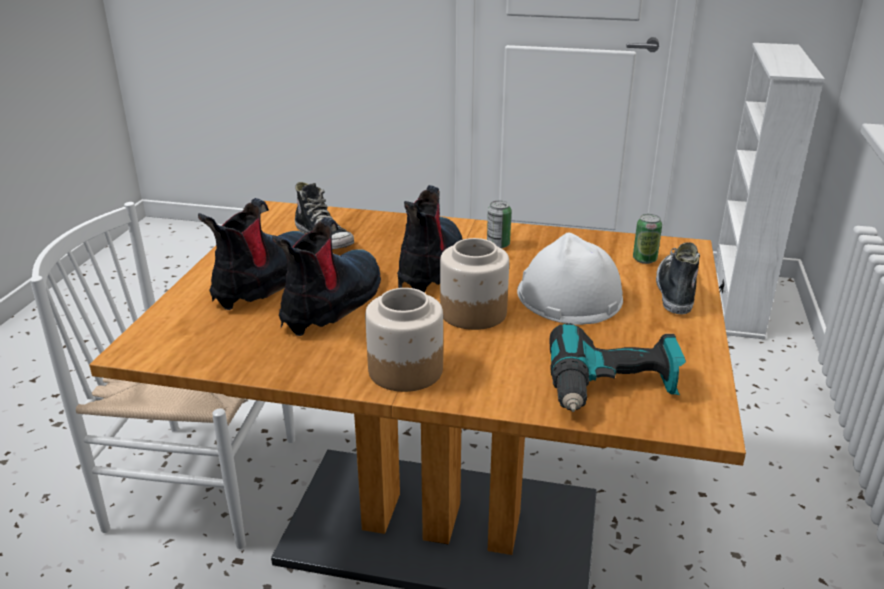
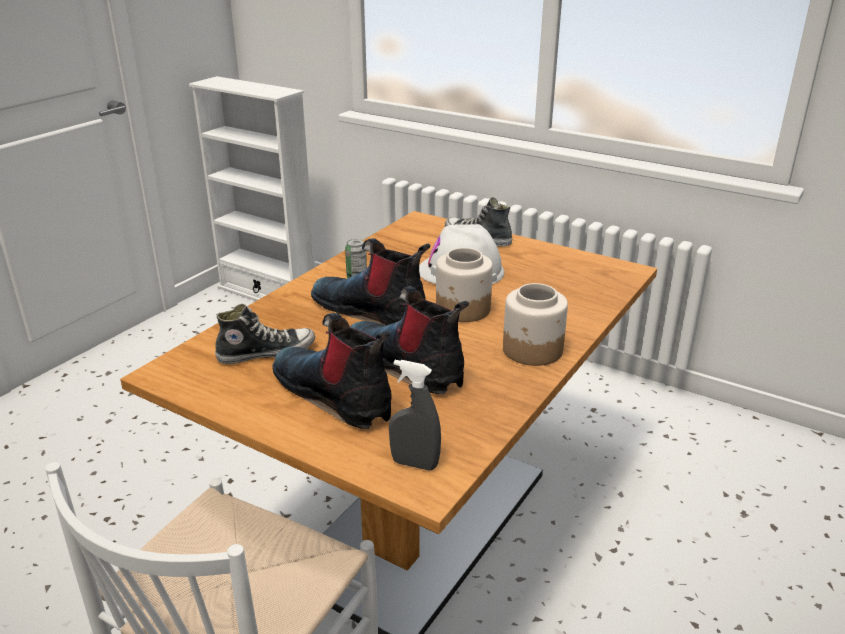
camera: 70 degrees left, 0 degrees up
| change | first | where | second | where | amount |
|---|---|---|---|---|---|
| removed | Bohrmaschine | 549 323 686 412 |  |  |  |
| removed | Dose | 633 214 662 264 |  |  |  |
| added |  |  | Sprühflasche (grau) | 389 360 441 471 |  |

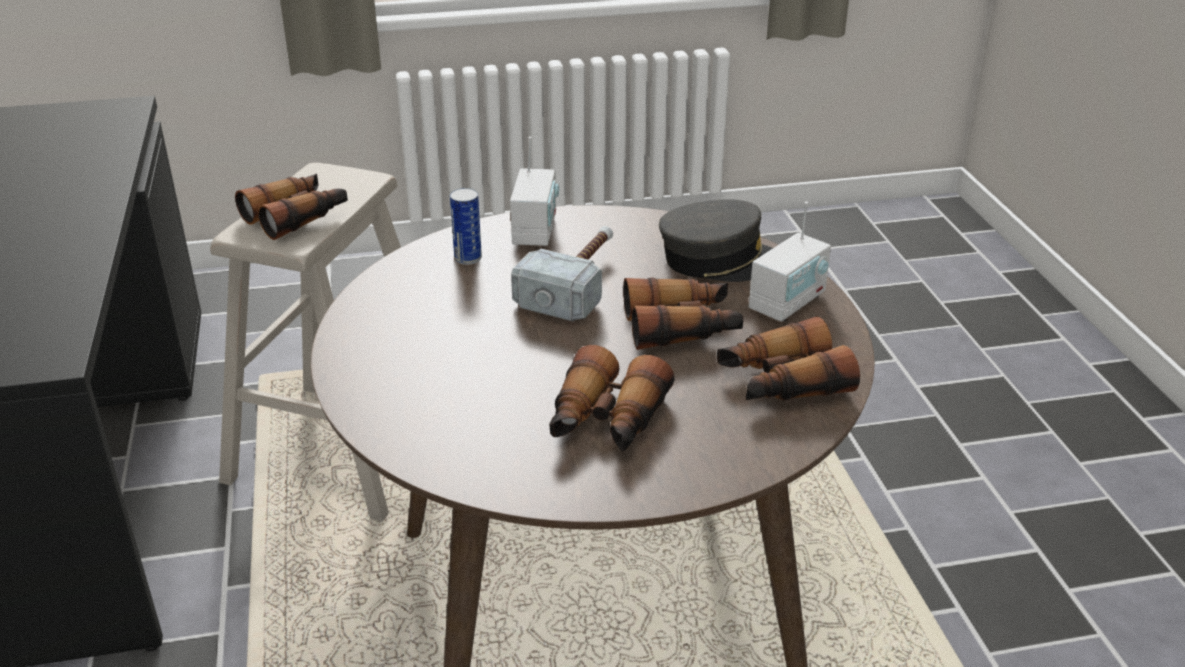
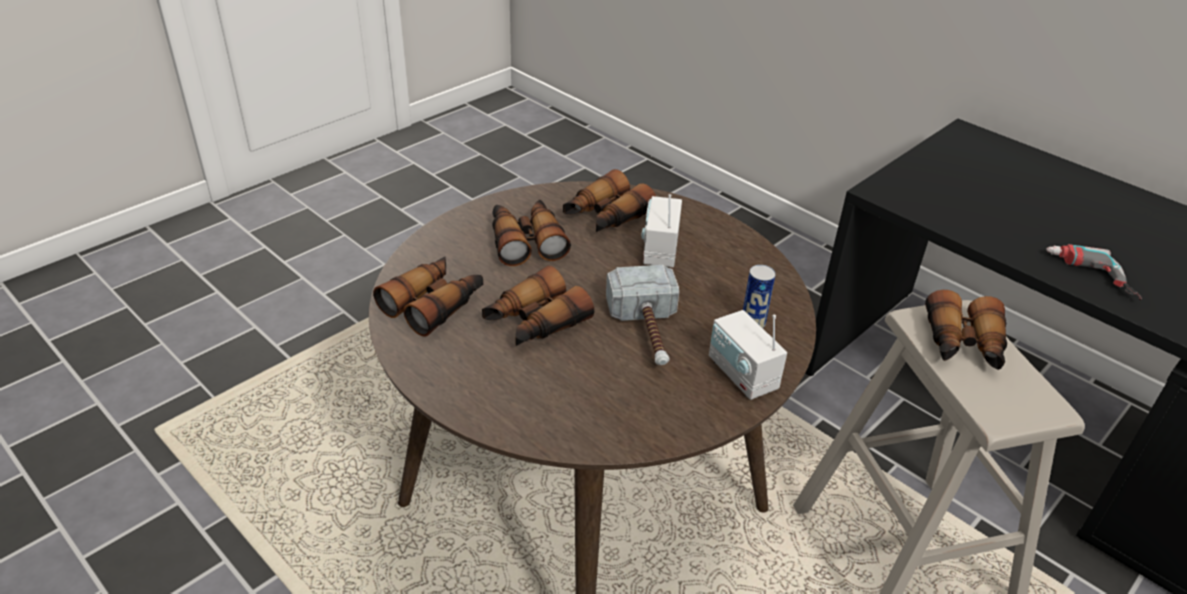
camera: 145 degrees right, 5 degrees up
| change | first | where | second | where | amount |
|---|---|---|---|---|---|
| removed | Kappe (grau) | 659 199 773 282 |  |  |  |
| added |  |  | Fernglas | 563 169 656 232 |  |
| added |  |  | Bohrmaschine | 1046 244 1142 300 |  |
| moved | Radio | 749 202 831 322 |  | 641 194 682 267 |  |

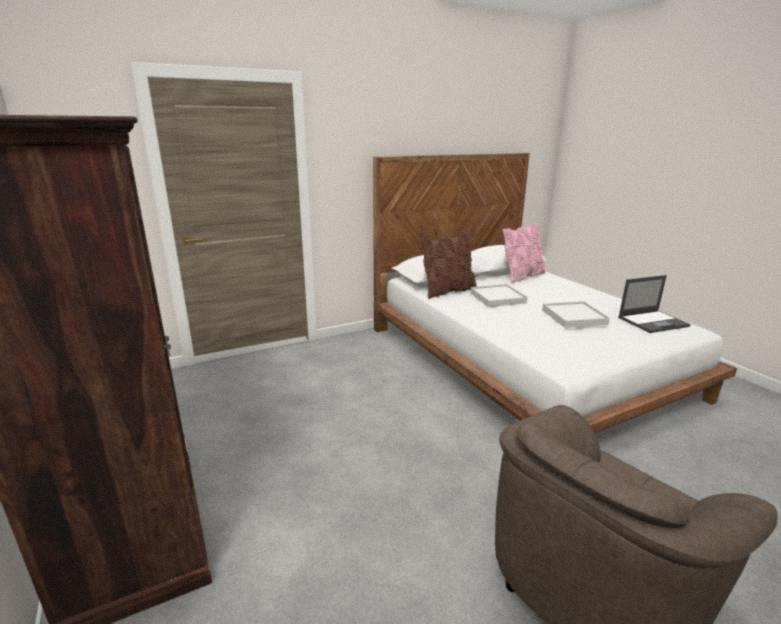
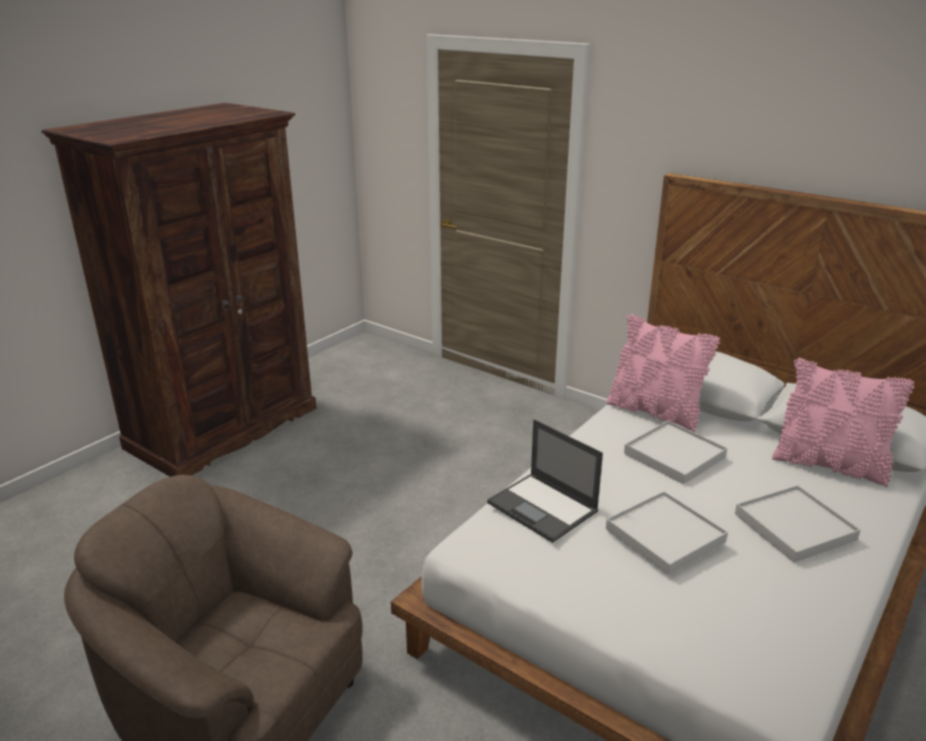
camera: 65 degrees right, 5 degrees up
| change | first | where | second | where | amount |
|---|---|---|---|---|---|
| added |  |  | Tablett (weiß) | 735 485 860 563 |  |
| moved | Laptop | 618 275 691 333 |  | 487 419 603 543 |  |
| recoloured | Kissen (braun) | 420 233 477 299 | Kissen (rosa) | 606 314 720 432 |  |

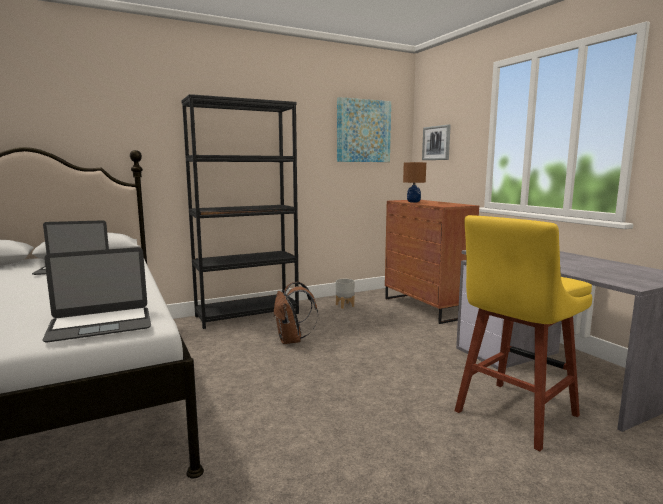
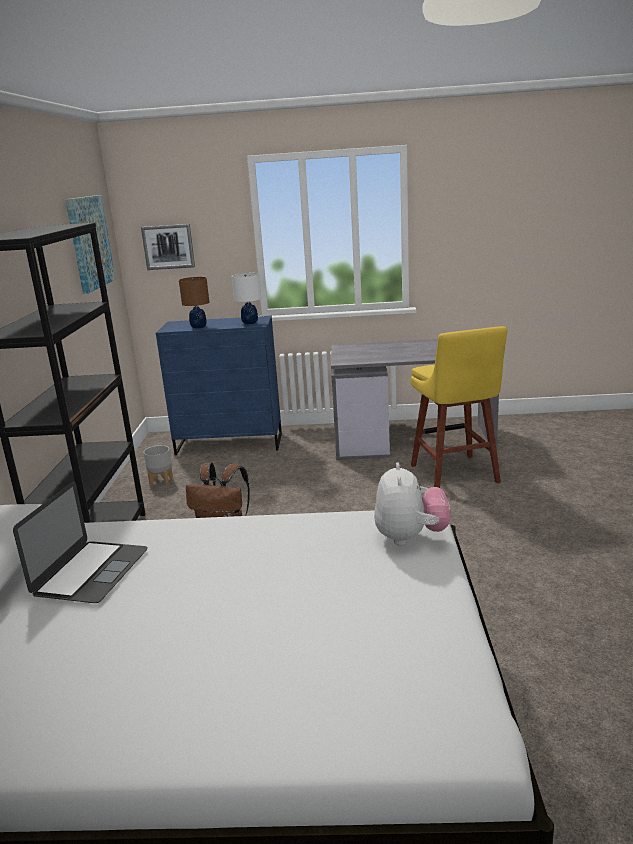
camera: 60 degrees left, 10 degrees up
| change | first | where | second | where | amount |
|---|---|---|---|---|---|
| added |  |  | Tischlampe (weiß) | 232 273 261 324 |  |
| replaced | Laptop | 42 247 151 342 | Plüschtier | 374 462 450 546 |  |
| recoloured | Kommode (braun) | 385 200 479 324 | Kommode (blau) | 156 316 282 455 |  |

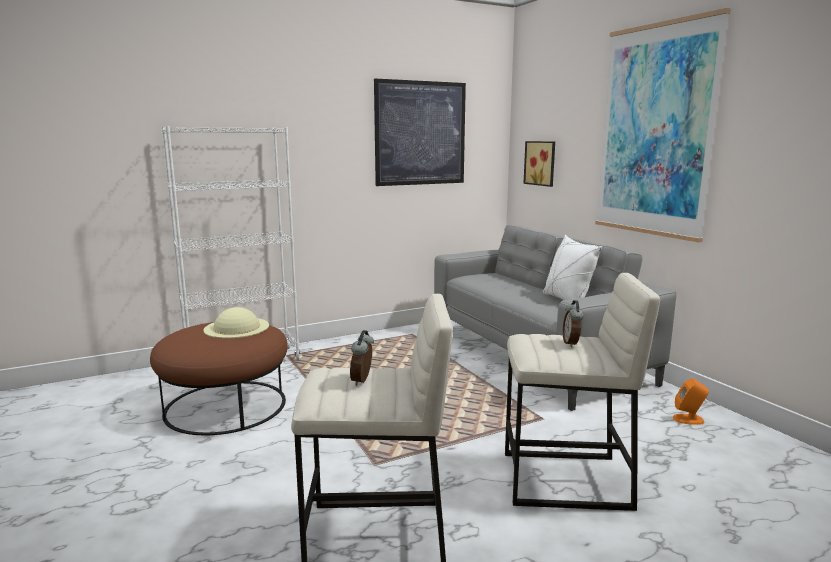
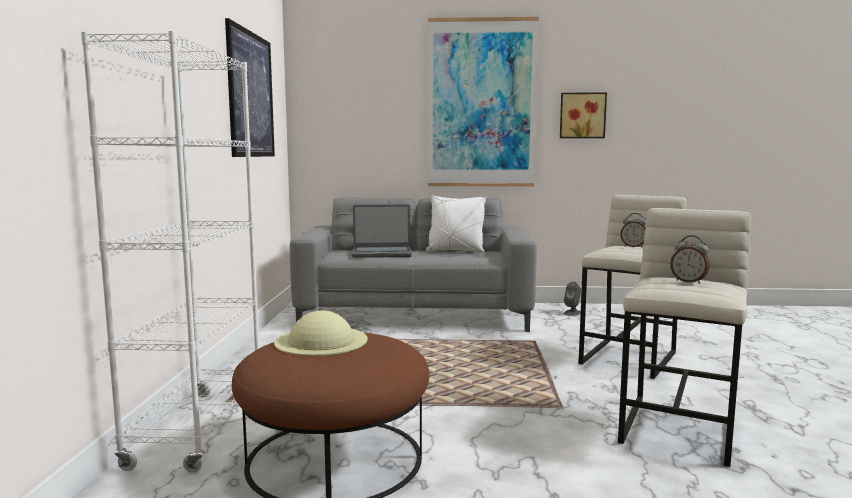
camera: 60 degrees left, 5 degrees down
| change | first | where | second | where | amount |
|---|---|---|---|---|---|
| added |  |  | Laptop | 352 205 412 258 |  |
| moved | Bild | 523 141 555 187 |  | 560 92 607 138 |  |
| recoloured | Lautsprecher (orange) | 673 378 709 425 | Lautsprecher (grau) | 564 282 581 316 |  |

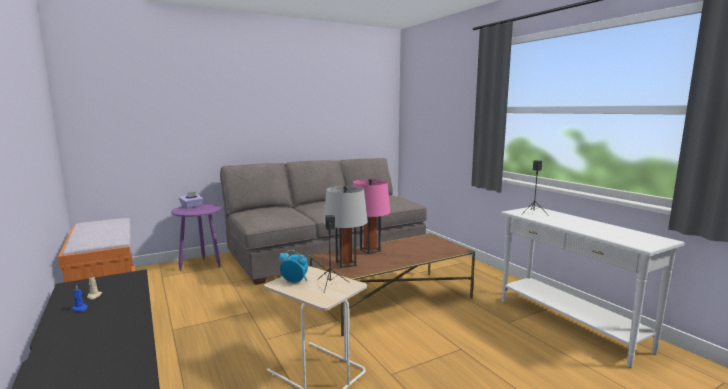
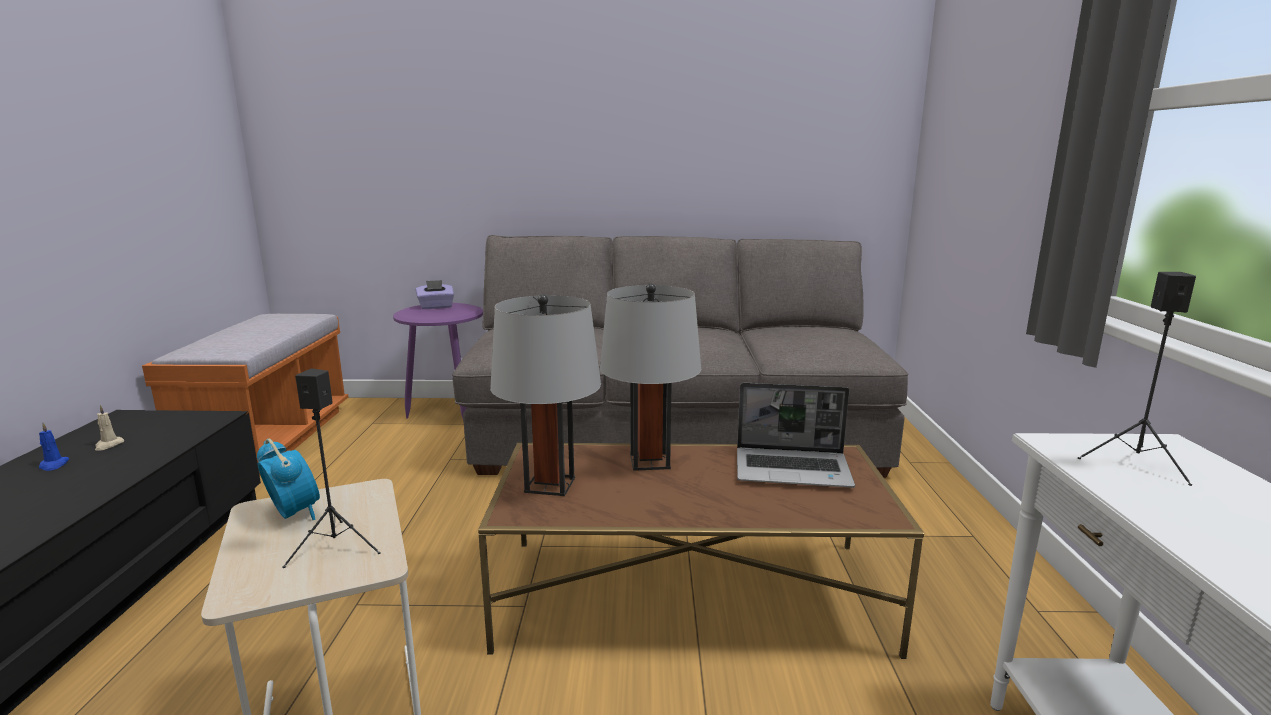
camera: 30 degrees right, 5 degrees up
| change | first | where | second | where | amount |
|---|---|---|---|---|---|
| added |  |  | Laptop | 737 383 855 488 |  |
| recoloured | Tischlampe (rosa) | 353 178 390 254 | Tischlampe (grau) | 600 283 701 471 |  |

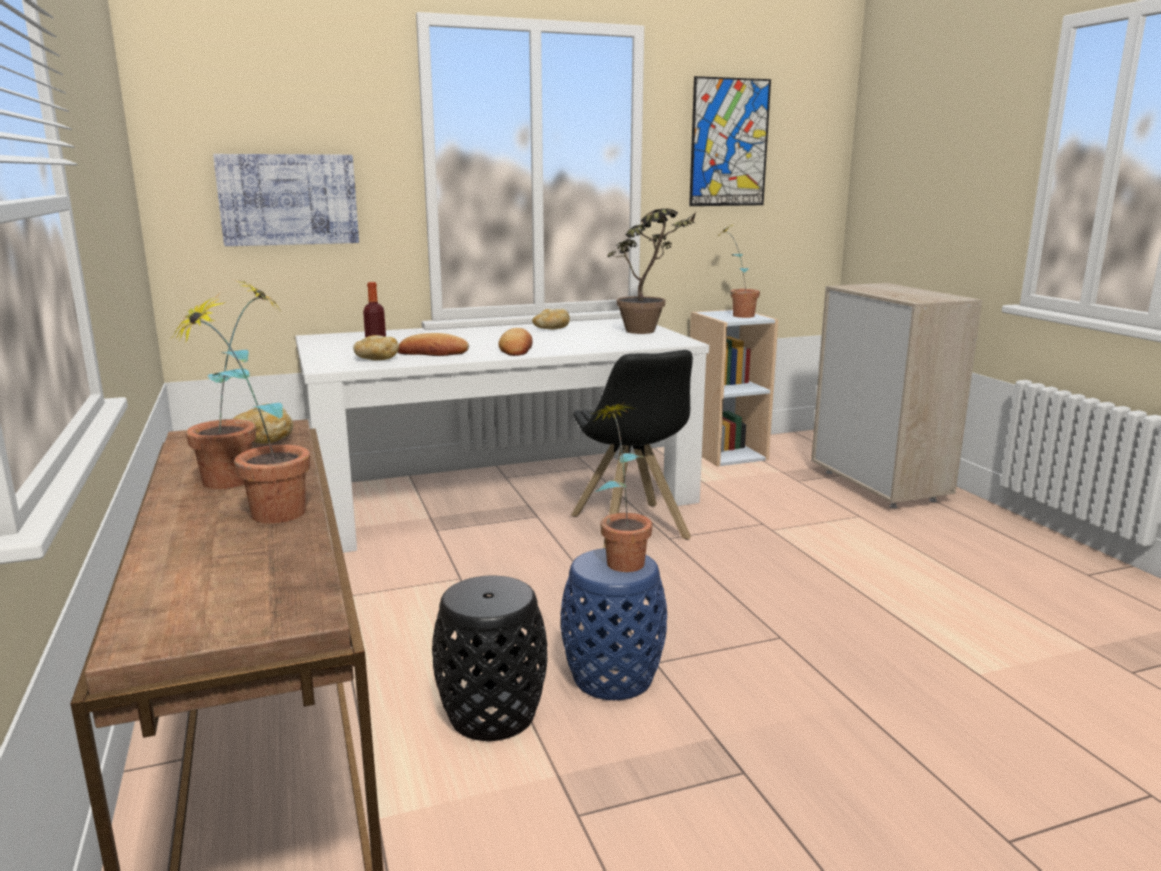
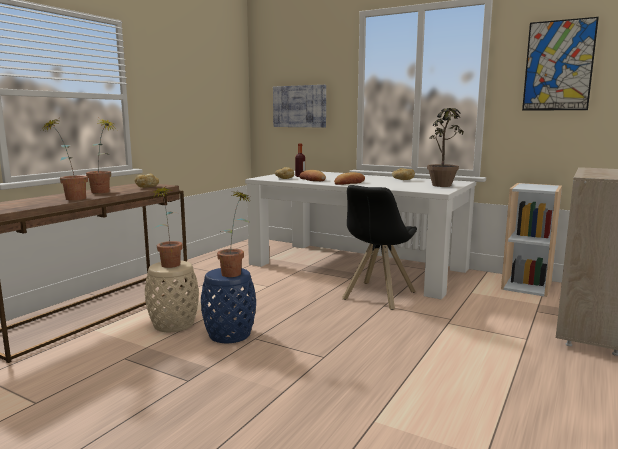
camera: 50 degrees right, 5 degrees down
| change | first | where | second | where | amount |
|---|---|---|---|---|---|
| moved | Topfpflanze | 718 224 760 318 |  | 150 187 183 268 |  |
| recoloured | Hocker (schwarz) | 432 575 547 741 | Hocker (beige) | 145 260 199 332 |  |

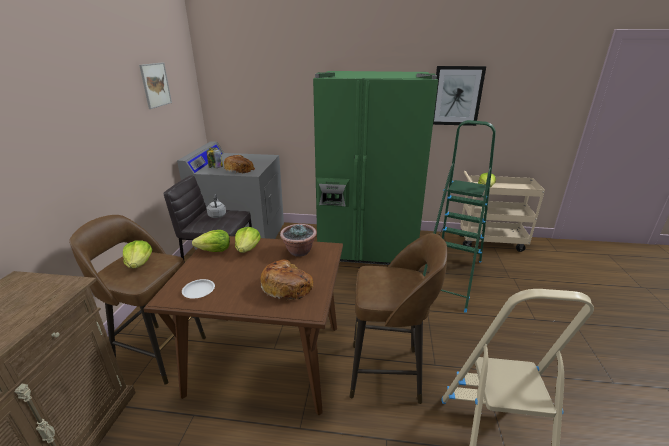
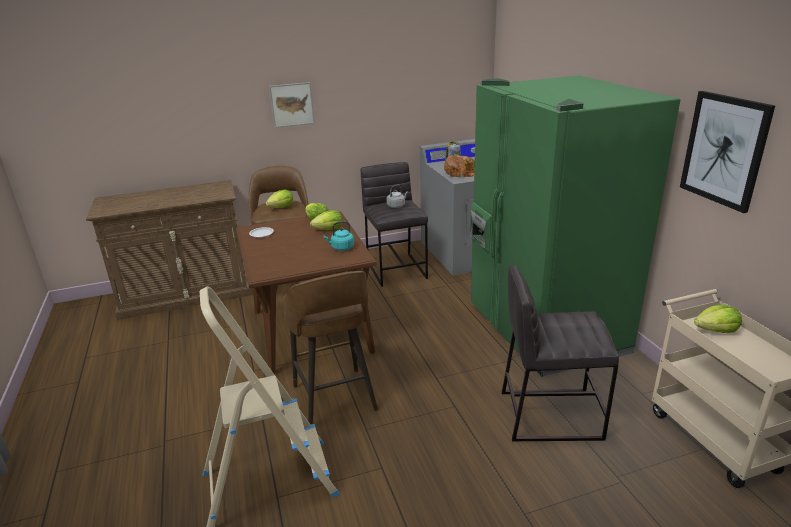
camera: 65 degrees right, 0 degrees up
| change | first | where | second | where | amount |
|---|---|---|---|---|---|
| removed | Brot | 261 260 314 302 |  |  |  |
| moved | Bild | 139 62 172 109 |  | 269 82 315 128 |  |
| replaced | Topfpflanze | 280 224 317 257 | Wasserkessel (türkis) | 323 221 354 251 |  |
| replaced | Trittleiter (grün) | 423 120 496 313 | Hocker (grau) | 502 265 619 441 |  |

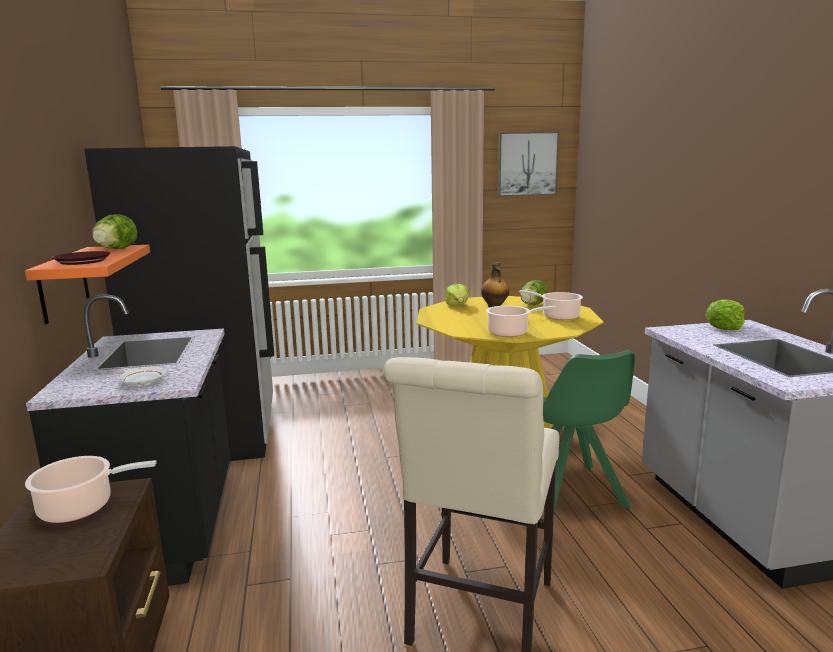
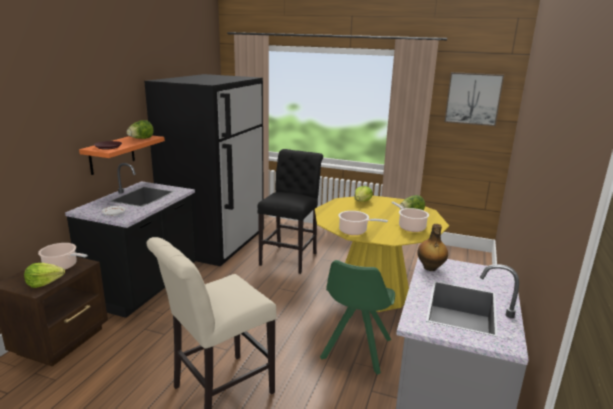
camera: 30 degrees right, 5 degrees up
| change | first | where | second | where | amount |
|---|---|---|---|---|---|
| added |  |  | Hocker (schwarz) | 258 149 323 274 |  |
| moved | Flasche | 481 262 509 307 |  | 417 224 448 271 |  |
| moved | Salatkopf | 706 300 745 330 |  | 24 263 65 288 |  |

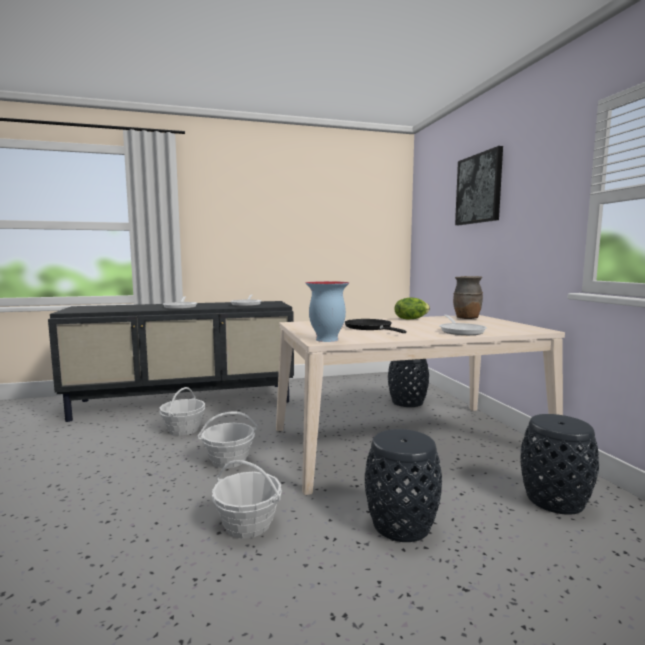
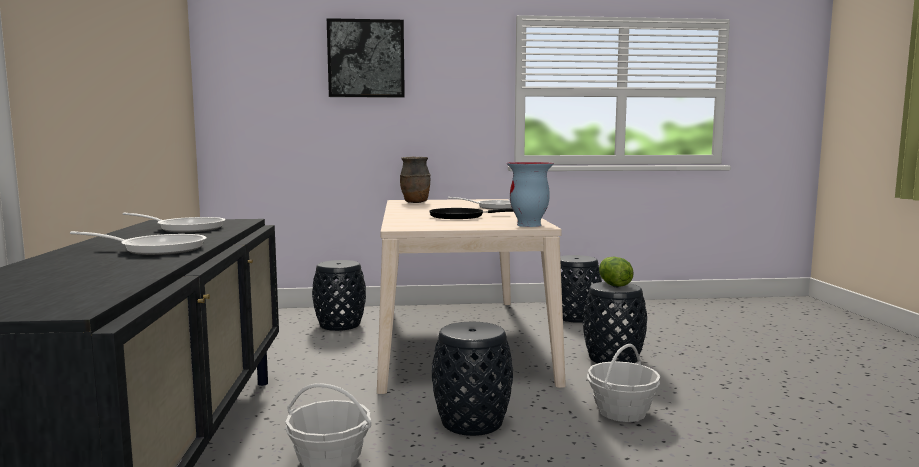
camera: 80 degrees left, 0 degrees up
| change | first | where | second | where | amount |
|---|---|---|---|---|---|
| moved | Salatkopf | 395 298 430 320 |  | 599 256 634 286 |  |
| replaced | Korb | 197 411 258 468 | Hocker (schwarz) | 432 322 513 436 |  |

